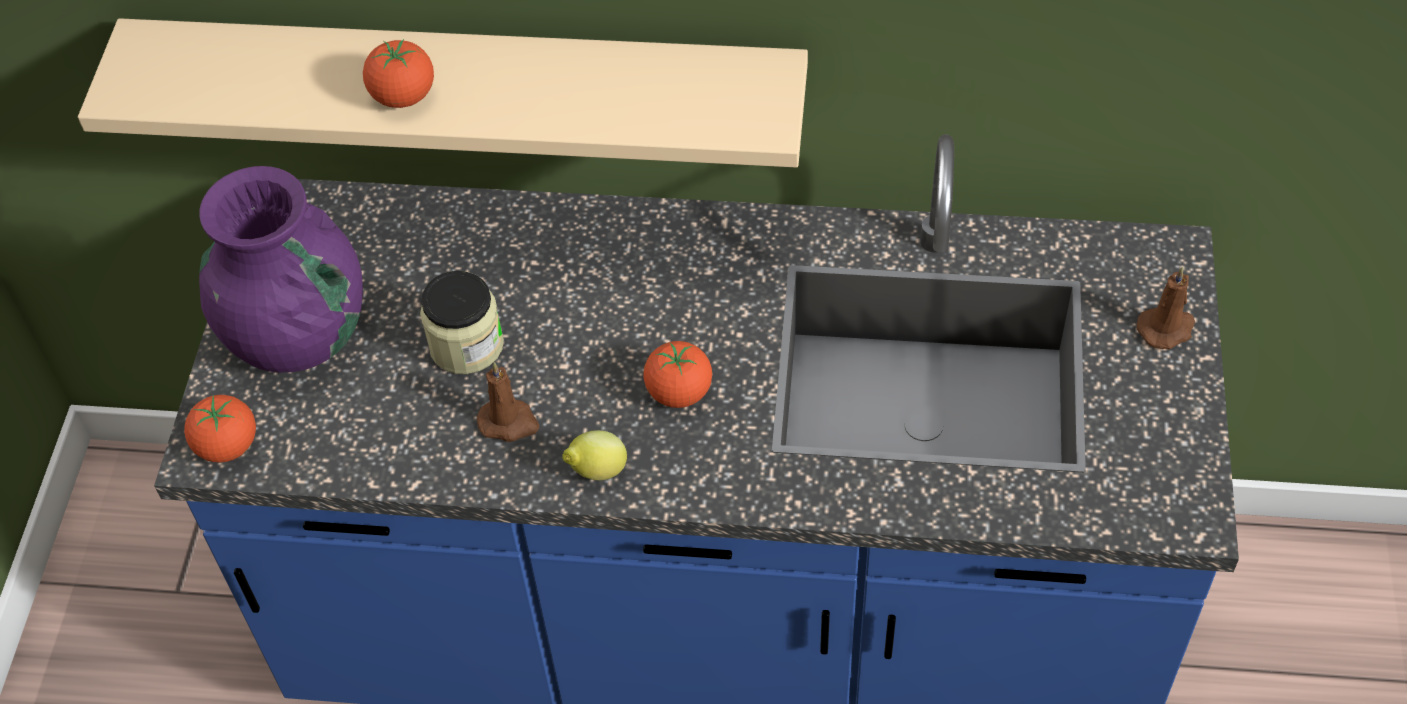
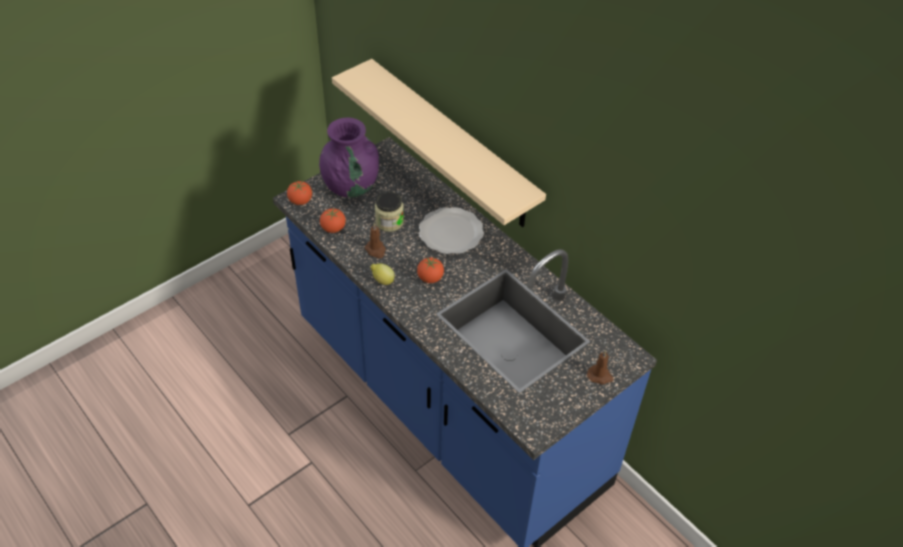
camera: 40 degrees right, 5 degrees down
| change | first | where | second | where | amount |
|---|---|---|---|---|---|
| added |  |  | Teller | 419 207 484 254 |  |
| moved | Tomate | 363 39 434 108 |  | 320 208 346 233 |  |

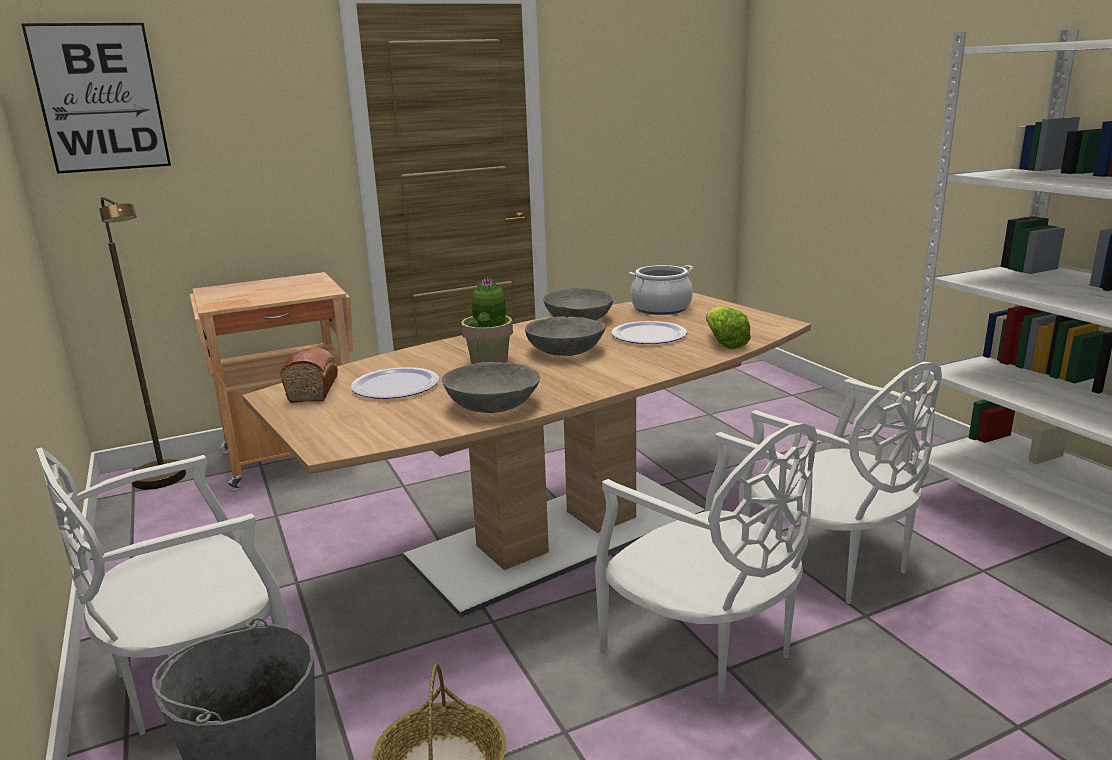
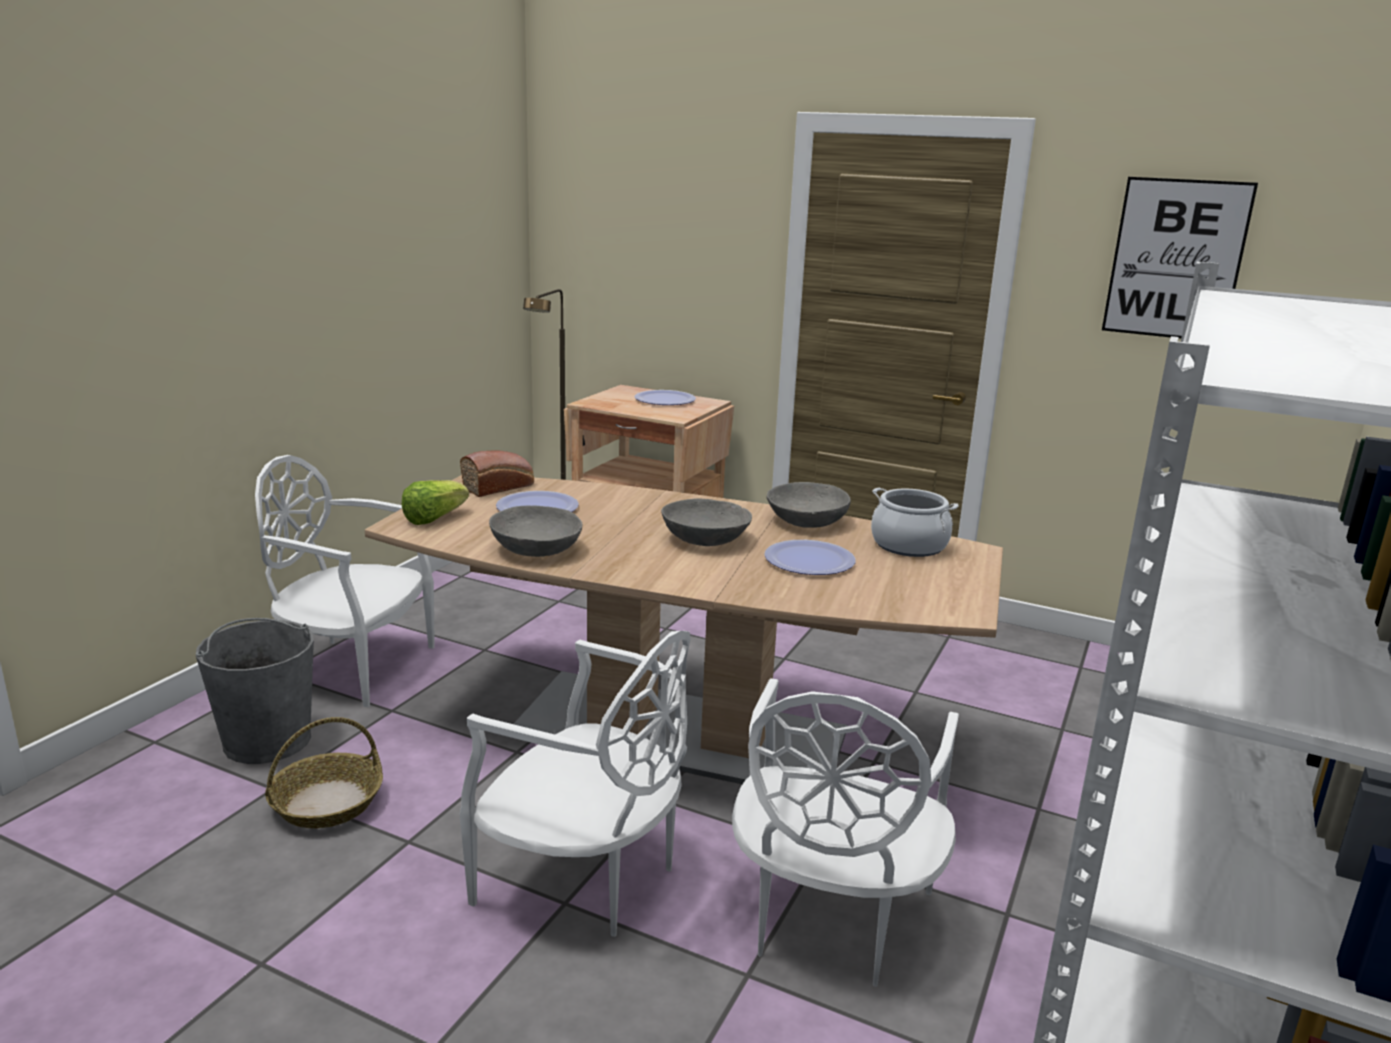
camera: 50 degrees right, 0 degrees up
| change | first | where | second | where | amount |
|---|---|---|---|---|---|
| removed | Topfpflanze | 461 278 513 364 |  |  |  |
| added |  |  | Teller | 635 390 696 405 |  |
| moved | Bild | 21 23 171 174 |  | 1102 177 1258 339 |  |
| moved | Salatkopf | 706 306 751 349 |  | 402 480 469 525 |  |
| turned | Stuhl (weiß) | 595 423 817 705 |  | 459 631 691 937 | 75 degrees counterclockwise |

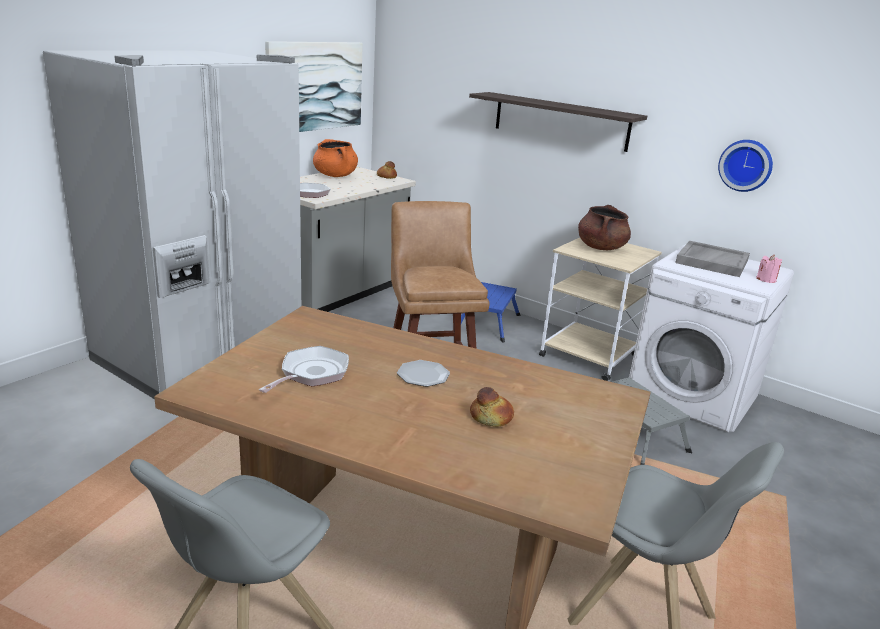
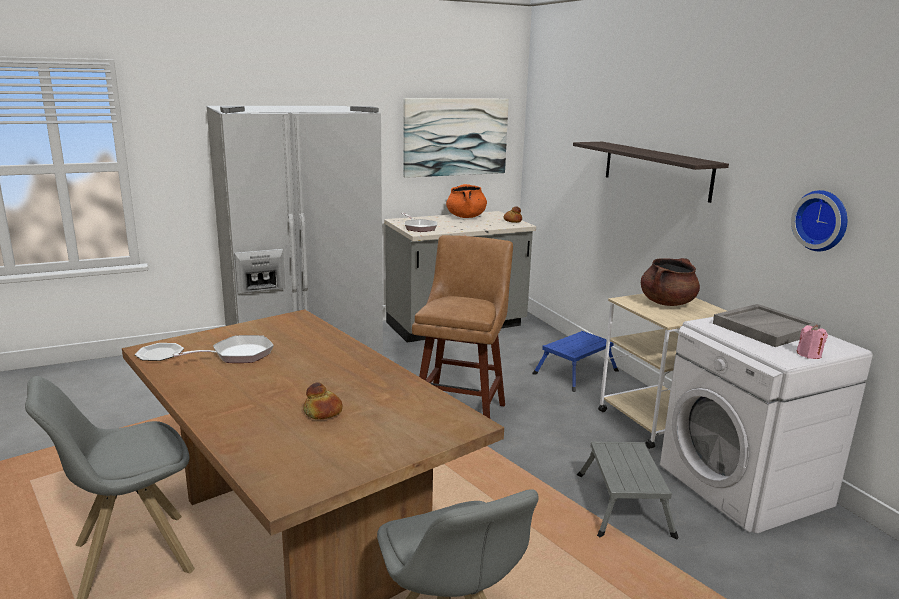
camera: 30 degrees right, 5 degrees down
| change | first | where | second | where | amount |
|---|---|---|---|---|---|
| moved | Teller | 397 360 450 387 |  | 135 343 184 361 |  |

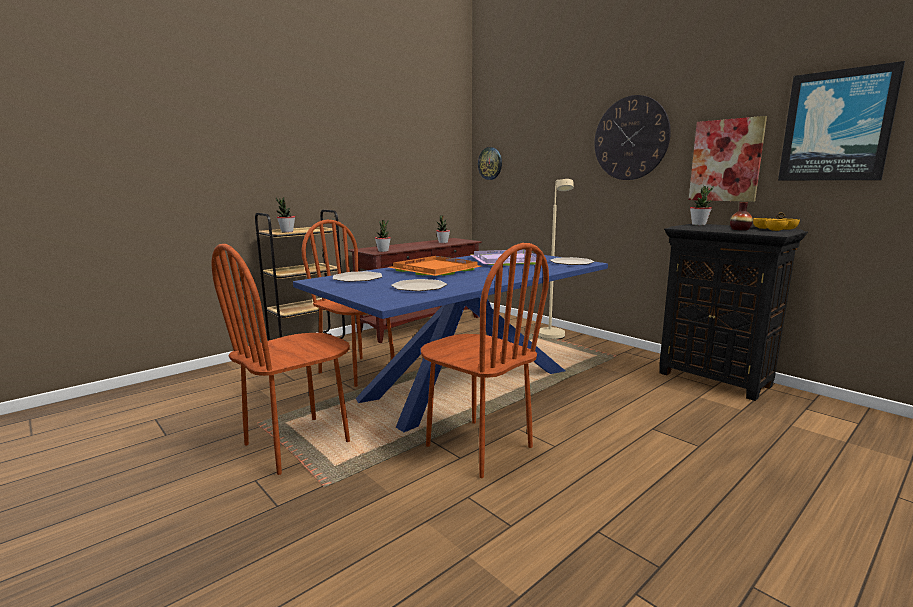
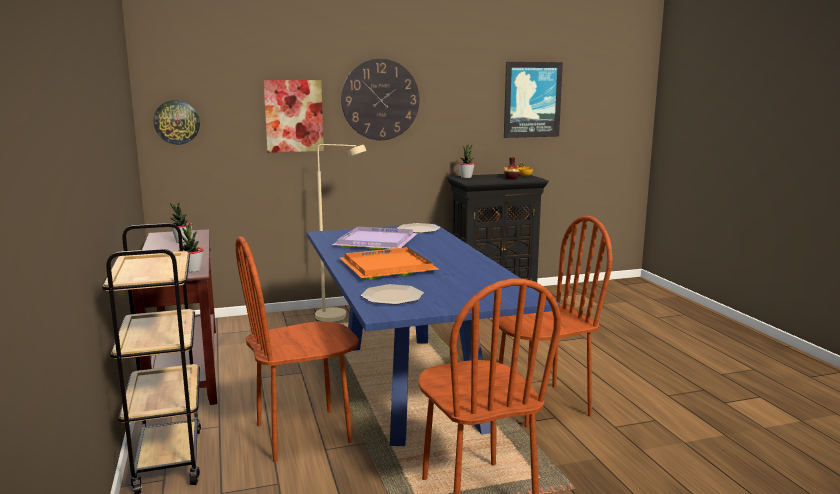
camera: 65 degrees left, 0 degrees up
| change | first | where | second | where | amount |
|---|---|---|---|---|---|
| removed | Topfpflanze | 276 197 295 232 |  |  |  |
| removed | Teller | 391 279 447 291 |  |  |  |
| moved | Bild | 689 116 767 202 |  | 263 80 324 153 |  |

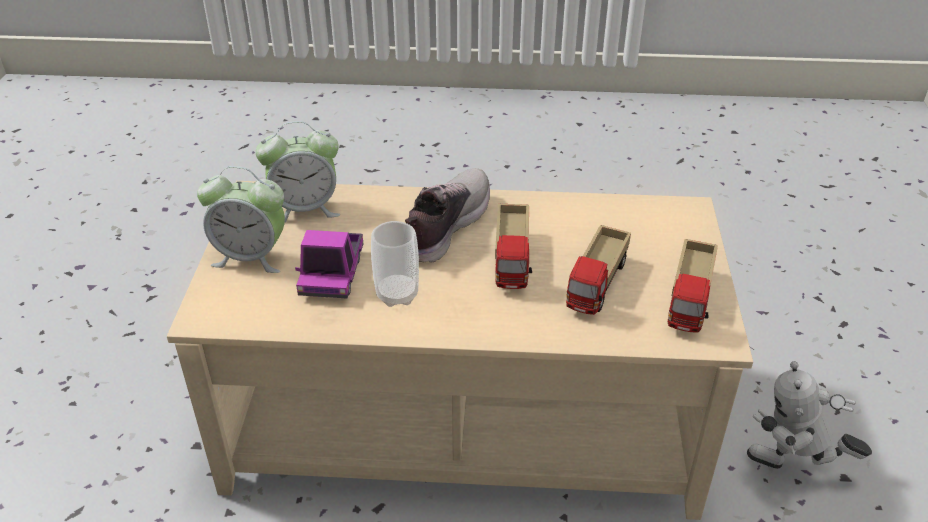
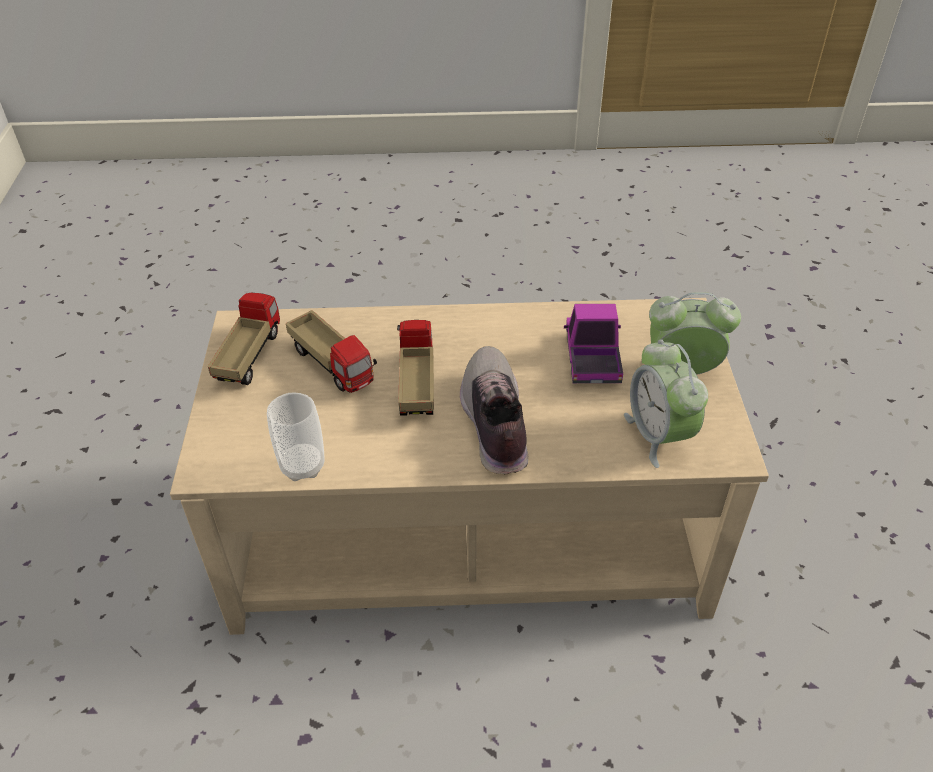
camera: 175 degrees right, 5 degrees up
| change | first | where | second | where | amount |
|---|---|---|---|---|---|
| removed | Spielzeugroboter | 747 361 872 469 |  |  |  |
| moved | Tasse | 371 221 419 307 |  | 267 392 325 481 |  |
| turned | Wecker | 256 121 340 223 |  | 624 339 708 468 | 90 degrees counterclockwise |
| turned | Schuh | 405 168 490 263 |  | 460 346 528 474 | 150 degrees clockwise |
| turned | Spielzeuglaster | 566 225 631 315 |  | 286 310 377 393 | 120 degrees clockwise |

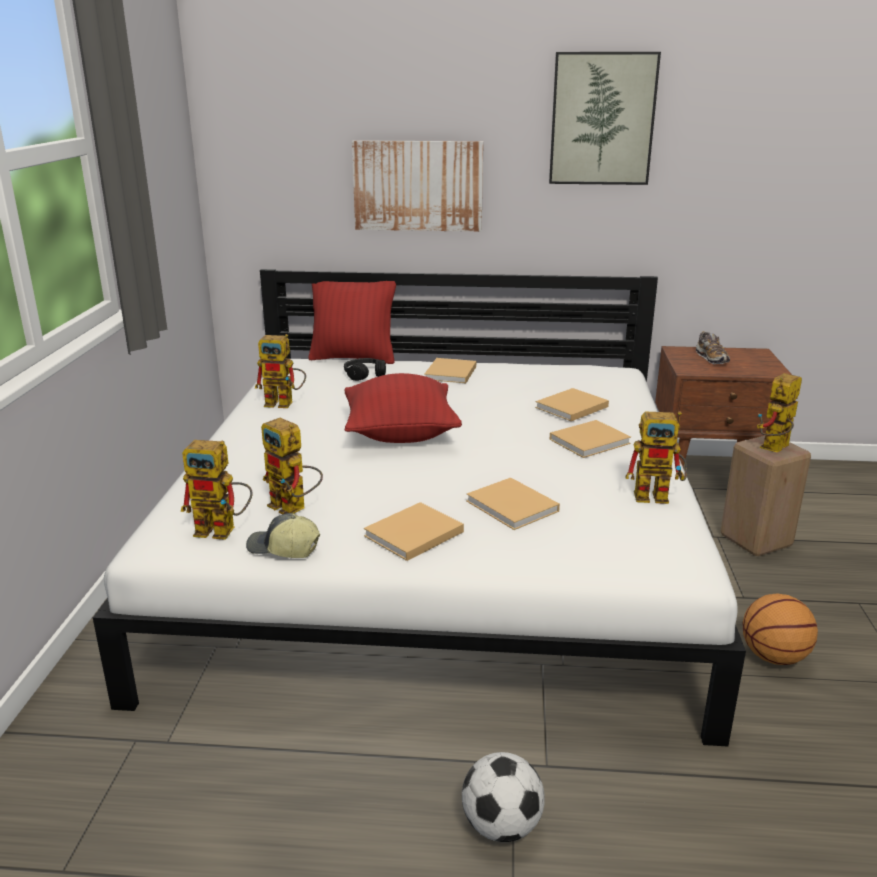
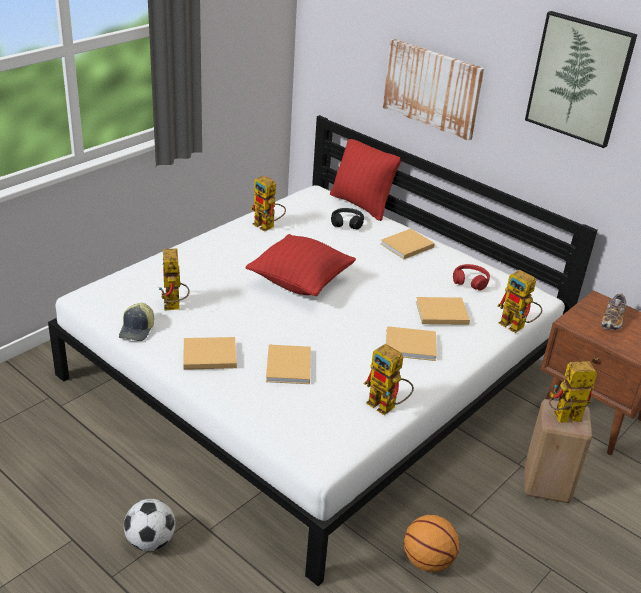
camera: 35 degrees right, 10 degrees up
| change | first | where | second | where | amount |
|---|---|---|---|---|---|
| added |  |  | Kopfhörer (rot) | 453 264 490 291 |  |
| moved | Spielzeugroboter | 181 440 253 540 |  | 497 270 542 333 |  |
| turned | Kappe | 246 513 320 558 |  | 119 303 154 341 | 135 degrees counterclockwise |

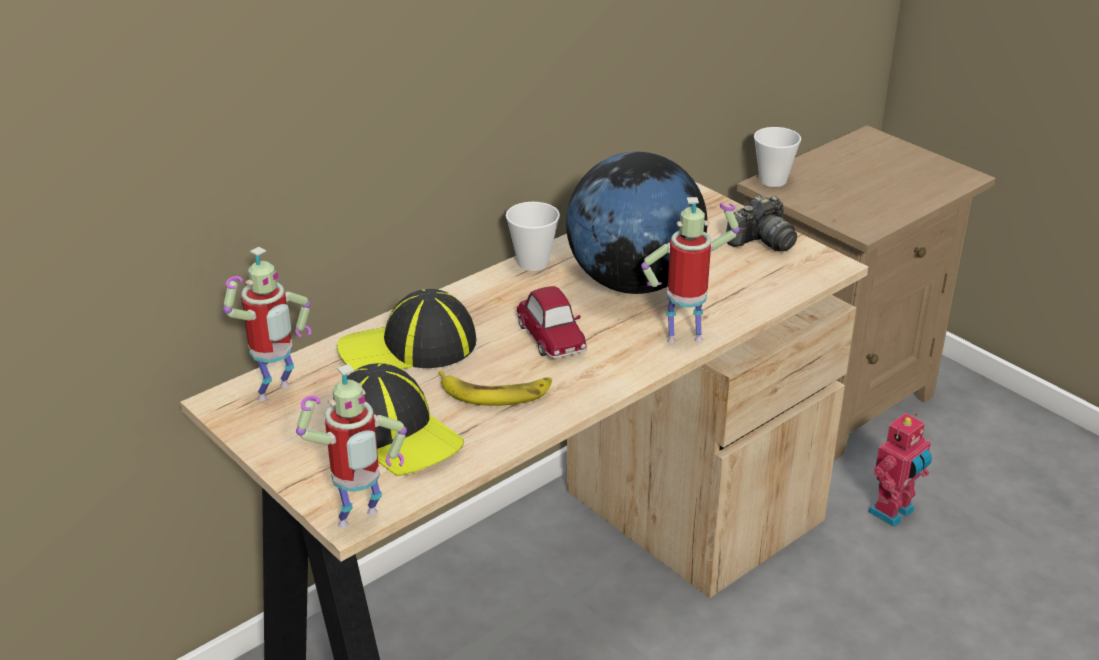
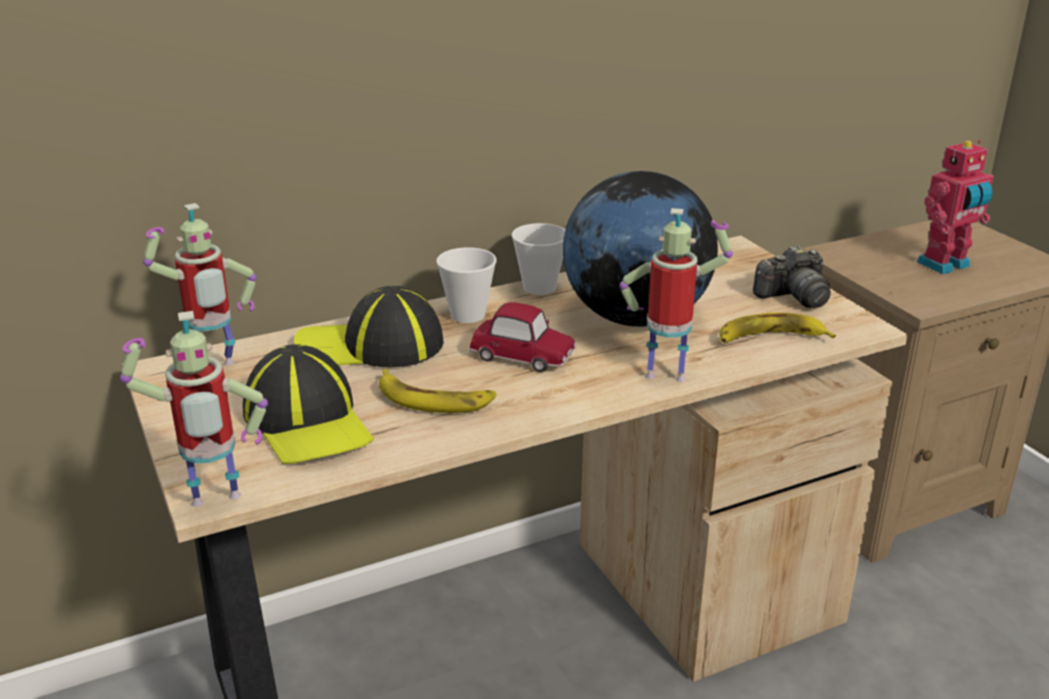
camera: 15 degrees right, 5 degrees down
| change | first | where | second | where | amount |
|---|---|---|---|---|---|
| added |  |  | Banane | 719 313 836 343 |  |
| moved | Tasse | 754 127 801 187 |  | 436 247 497 323 |  |
| moved | Spielzeugroboter | 868 413 932 527 |  | 917 140 994 274 |  |
| turned | Spielzeugauto | 516 286 587 358 |  | 469 302 576 372 | 60 degrees counterclockwise |

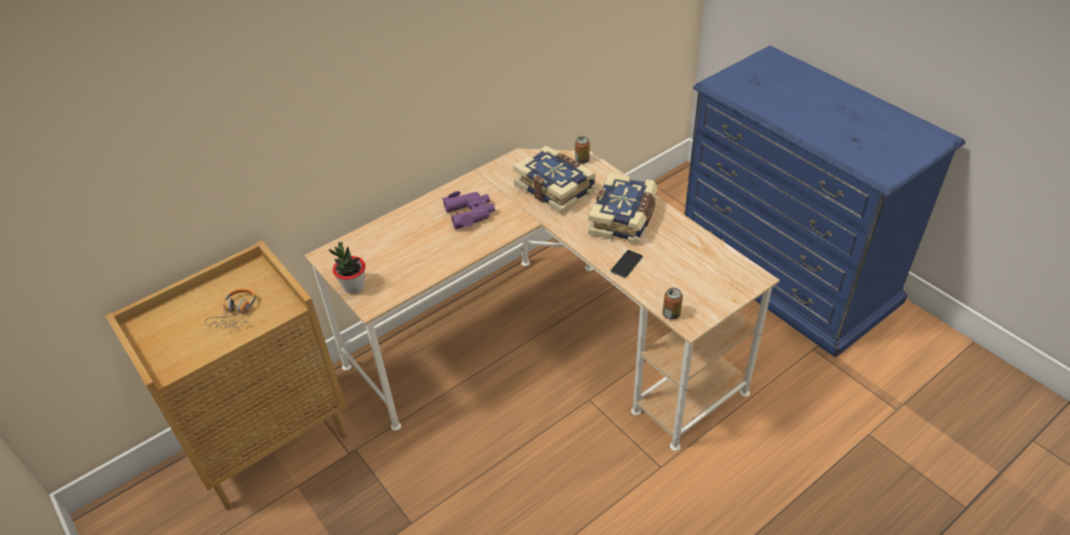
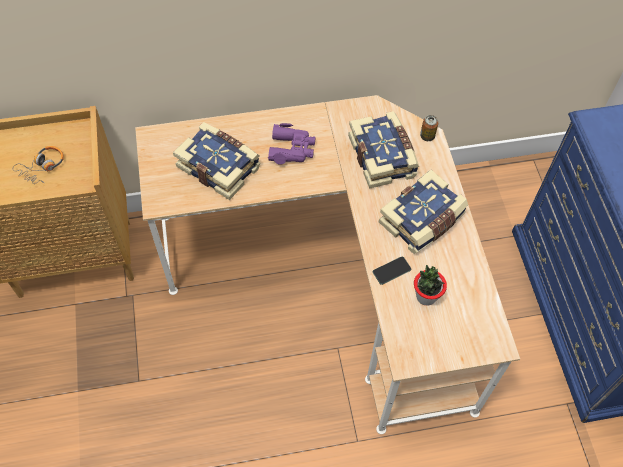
camera: 25 degrees right, 15 degrees up
| change | first | where | second | where | amount |
|---|---|---|---|---|---|
| removed | Dose | 663 288 683 320 |  |  |  |
| added |  |  | Buch | 173 122 260 200 |  |
| moved | Topfpflanze | 329 242 365 294 |  | 414 265 447 306 |  |

